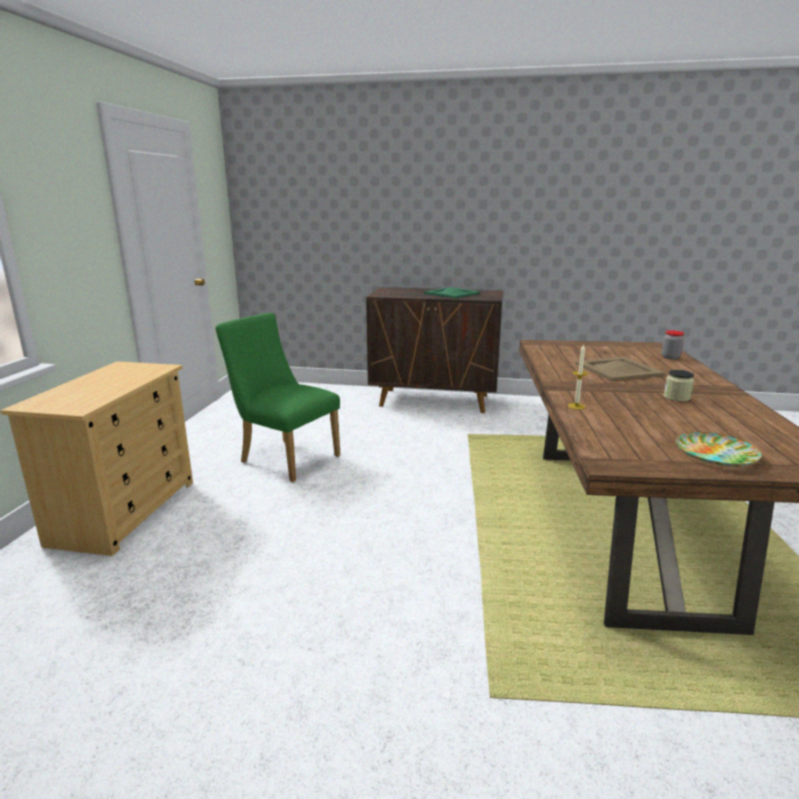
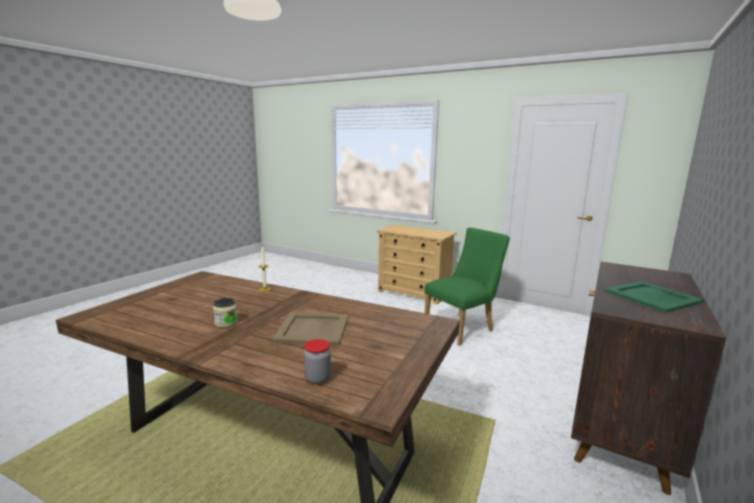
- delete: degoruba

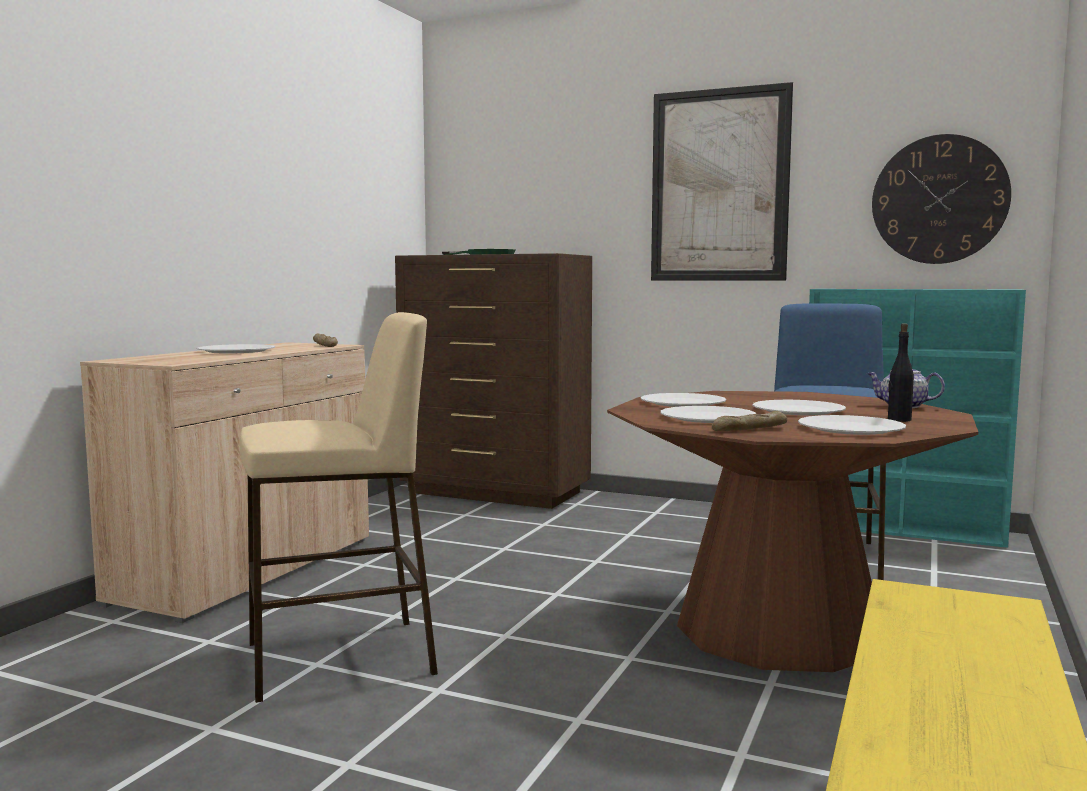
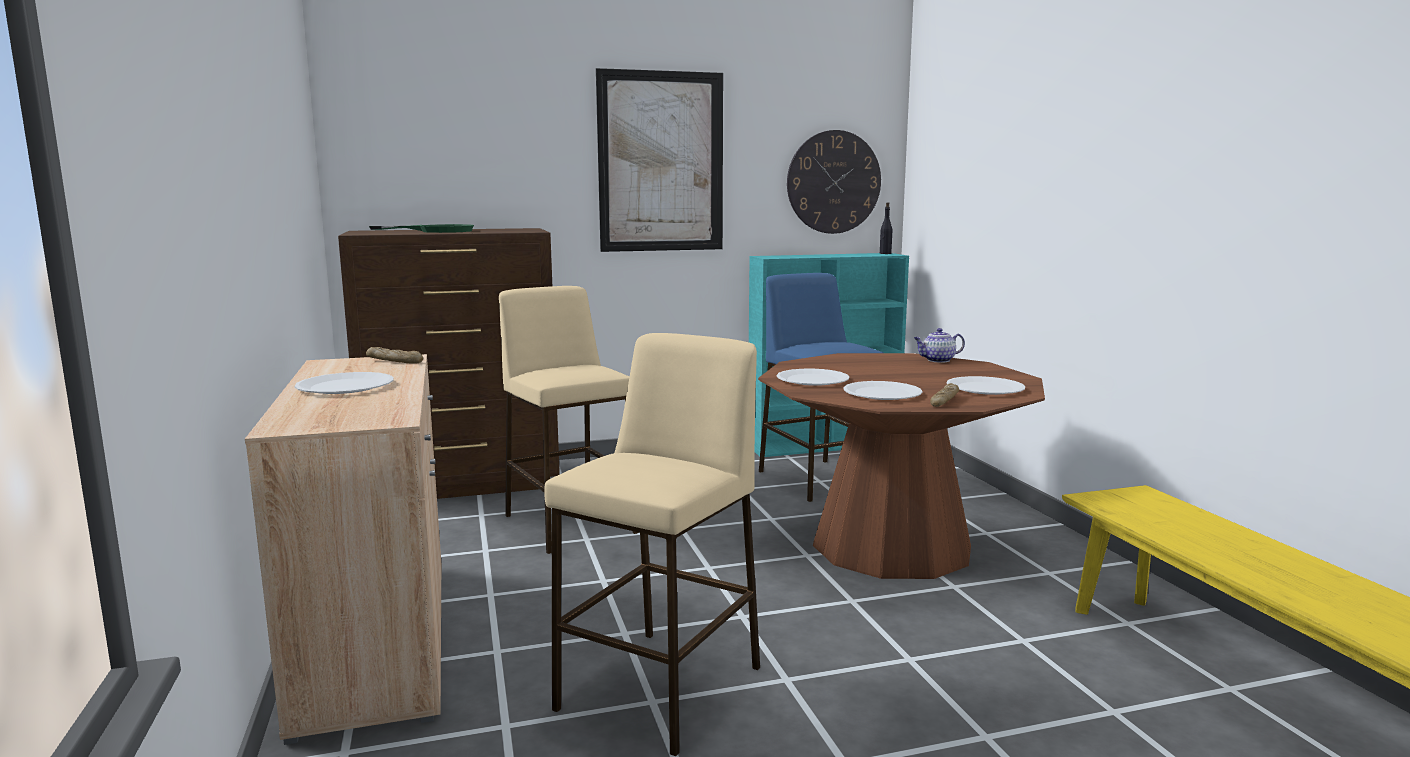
- insert: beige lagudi (1st from left)
- move: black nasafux
- delete: white degoruba (4th from left)

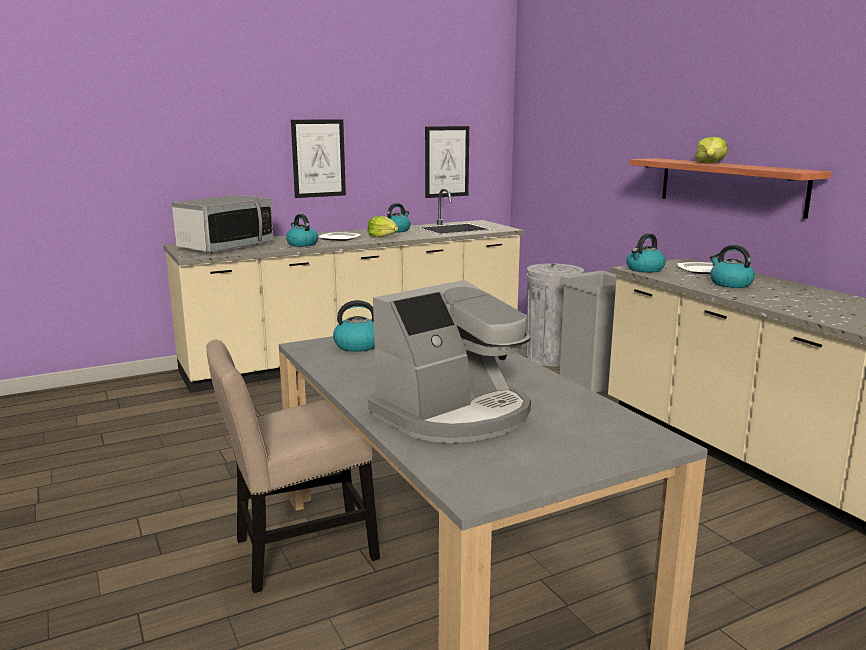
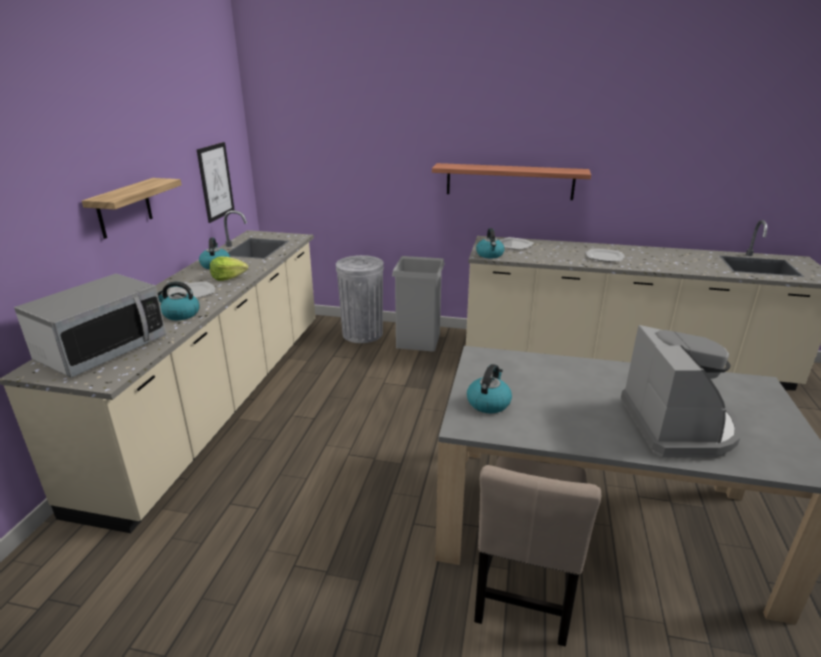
- rotate: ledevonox 45 degrees clockwise
- replace: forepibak (1st from left) to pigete (1st from left)
- insert: degoruba (3rd from left)
- delete: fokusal (2nd from left)
- delete: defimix (5th from left)

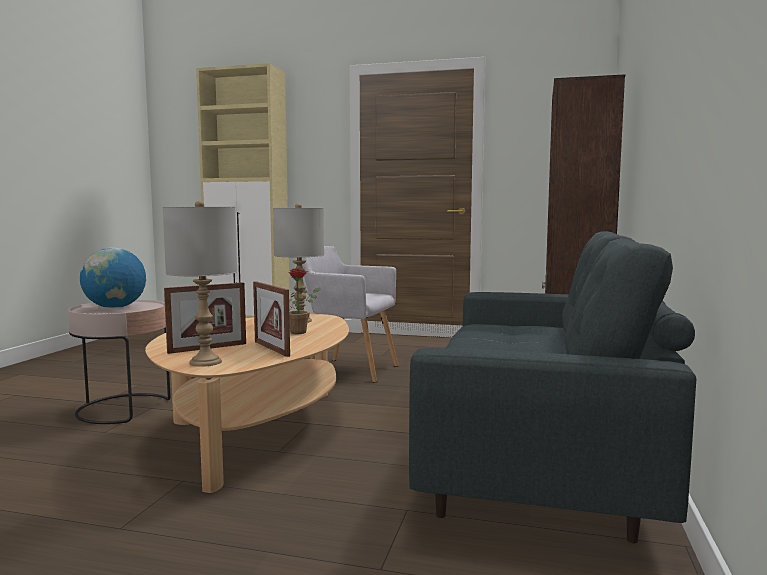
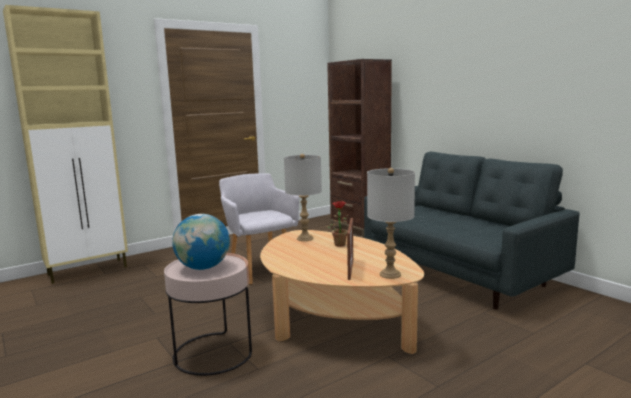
- rotate: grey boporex 90 degrees clockwise
- delete: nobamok (2nd from left)

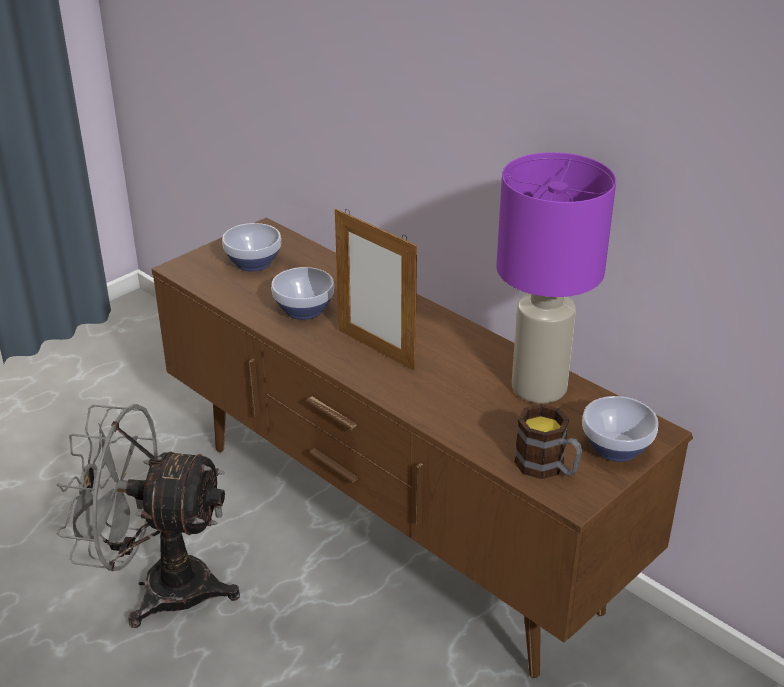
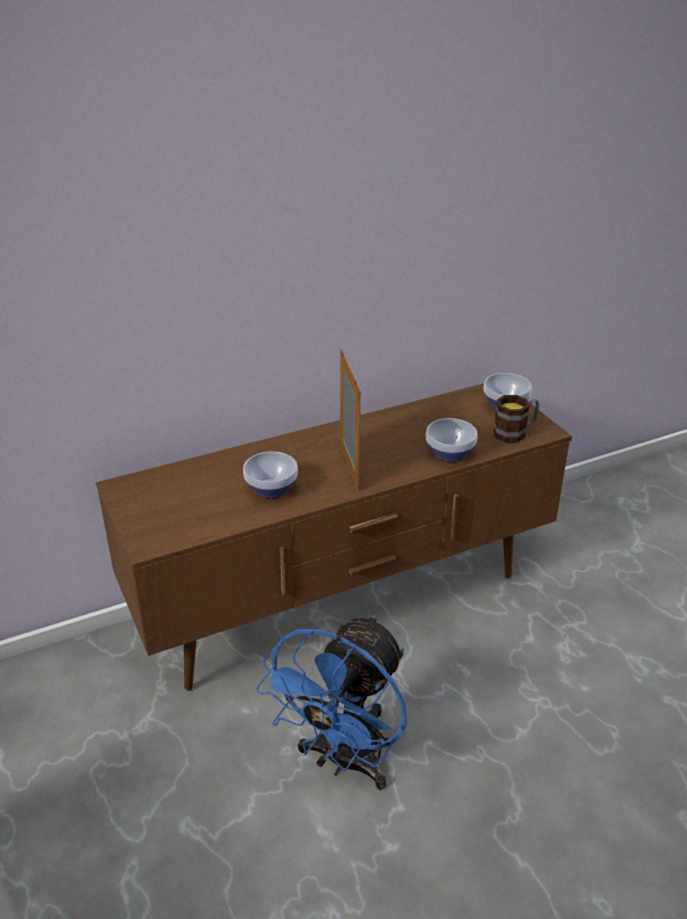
- recolor: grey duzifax to blue duzifax
- rotate: nobamok 75 degrees counterclockwise
- move: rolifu (1st from left in the first image) to rolifu (2nd from left)
- delete: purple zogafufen

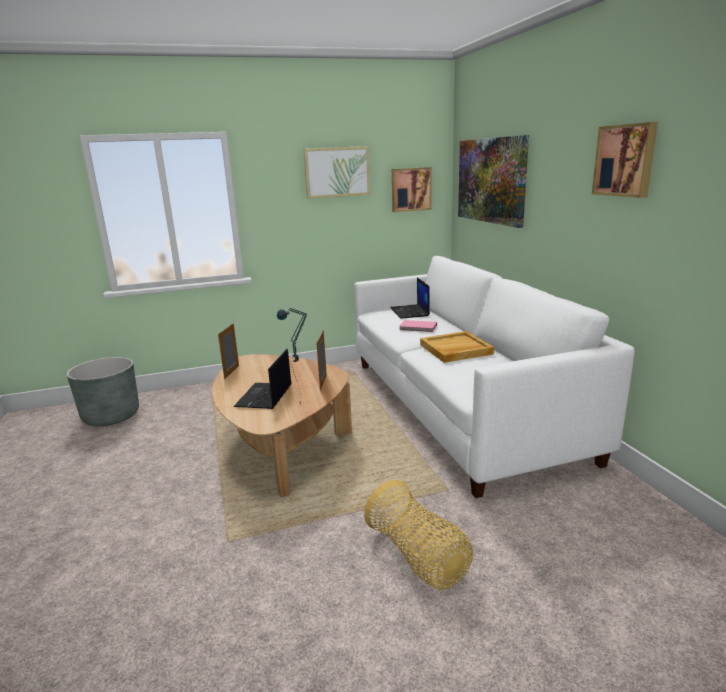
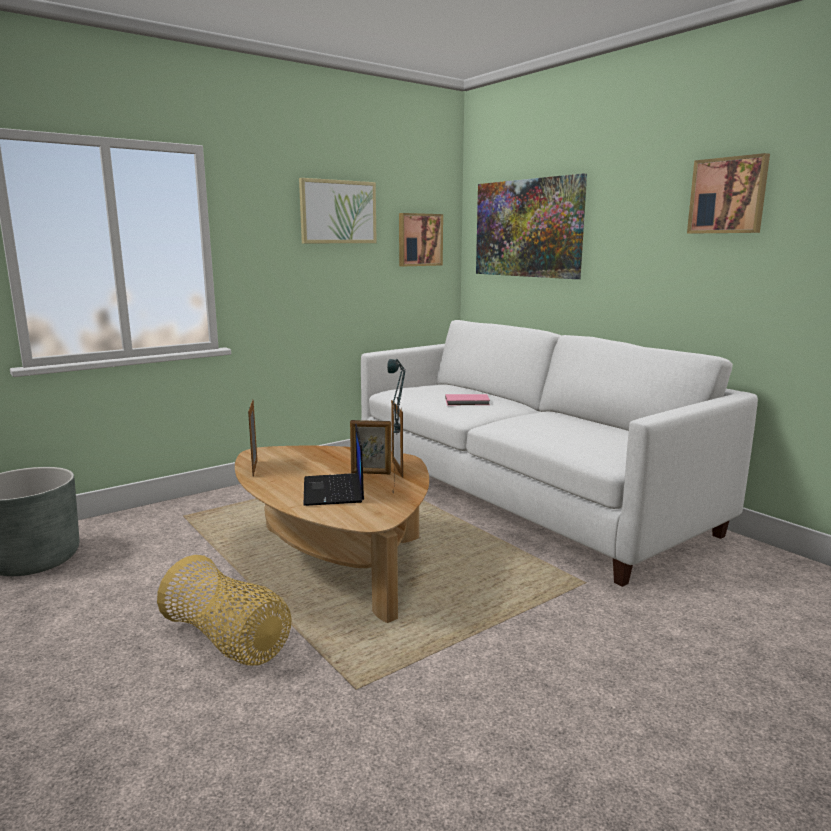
- move: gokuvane
- insert: nobamok (2nd from left)
- delete: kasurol (2nd from left)
- delete: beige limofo

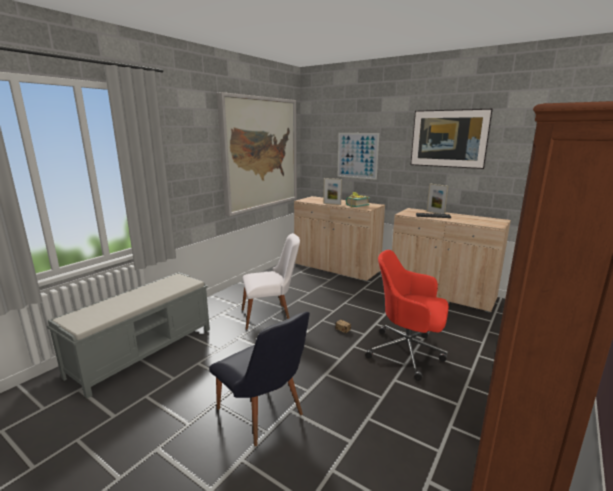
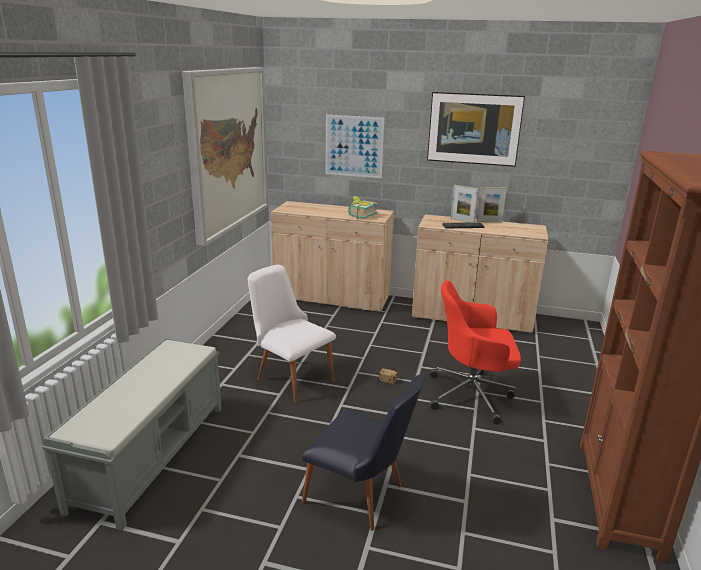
- rotate: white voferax 105 degrees counterclockwise
- move: nobamok (1st from left in the first image) to nobamok (2nd from left)

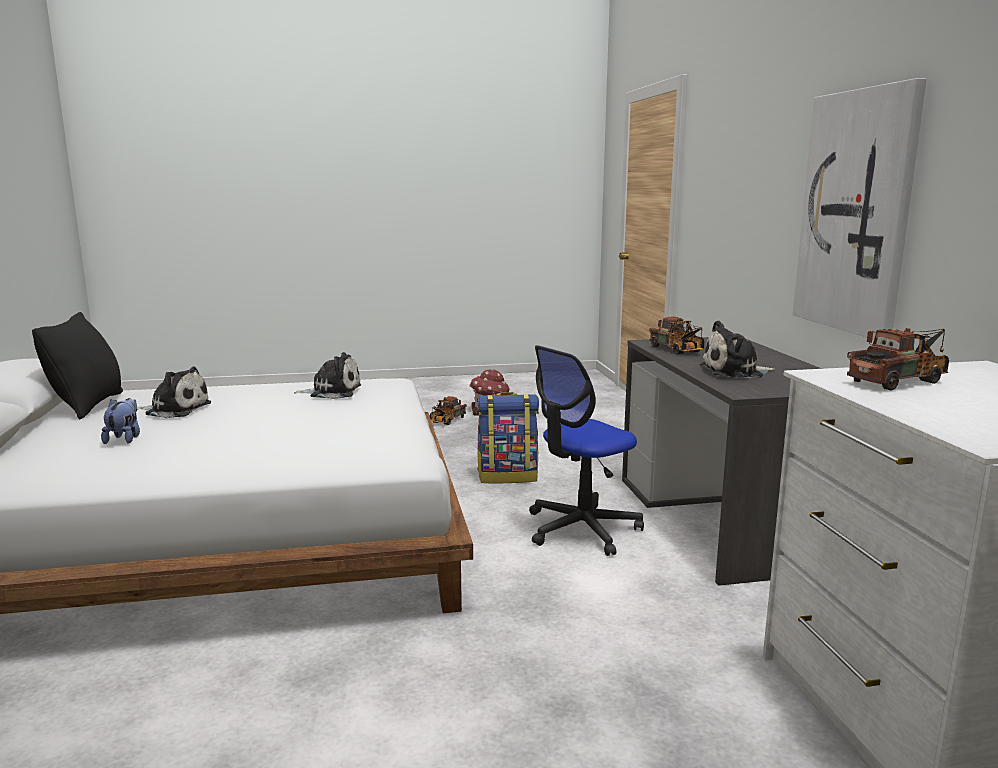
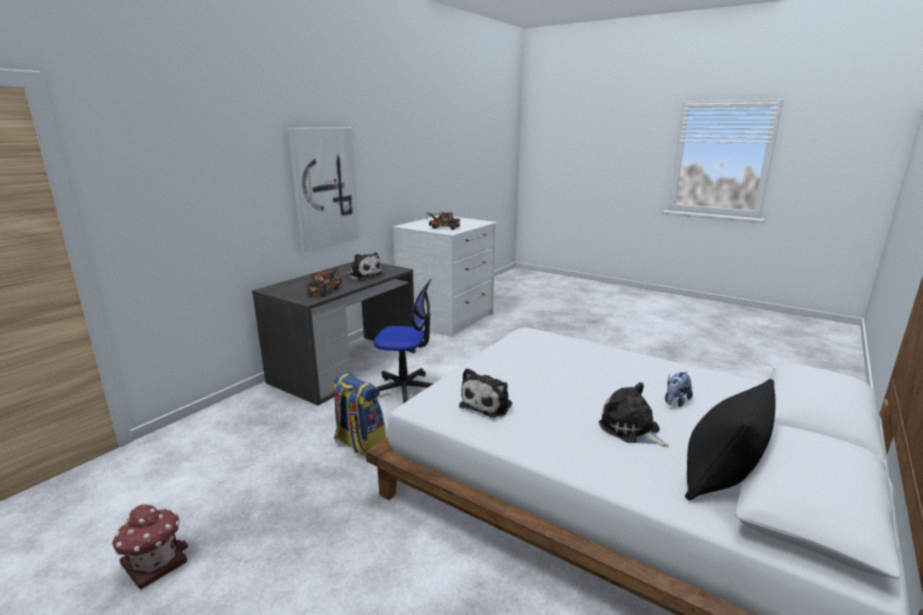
- rotate: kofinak (3rd from left in the first image) 105 degrees counterclockwise
- delete: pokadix (1st from left)

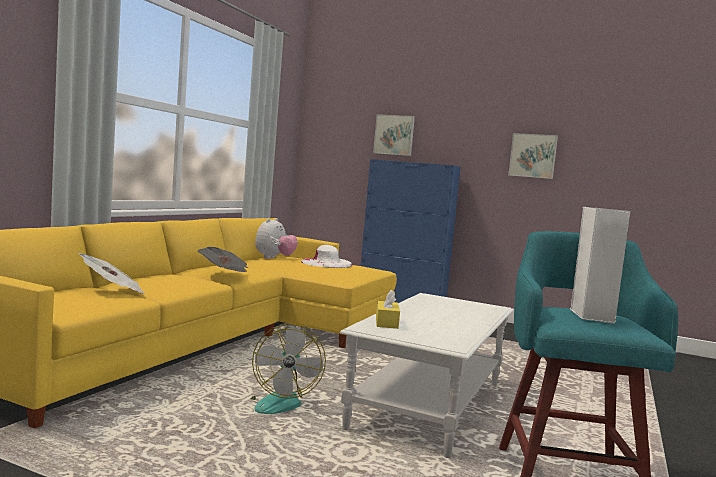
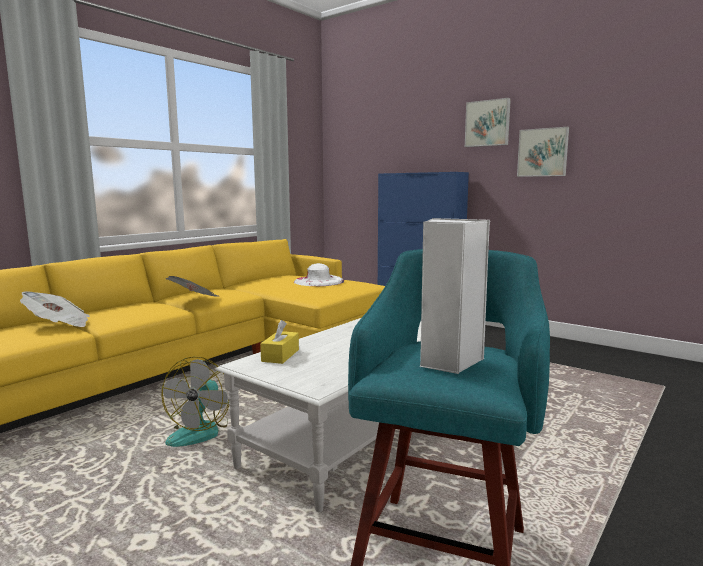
- move: forepibak (1st from left)
- delete: kofinak

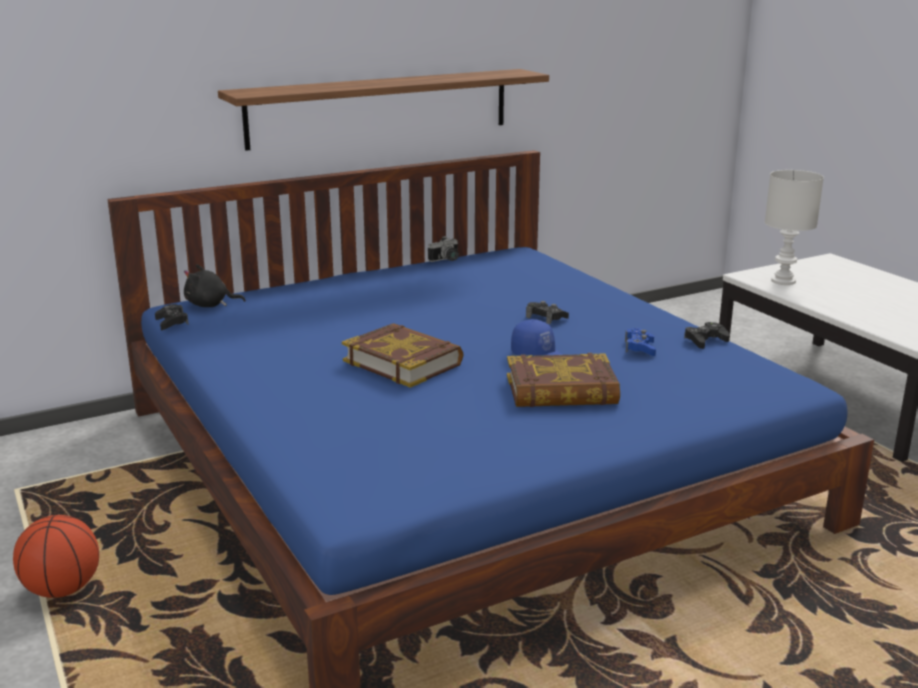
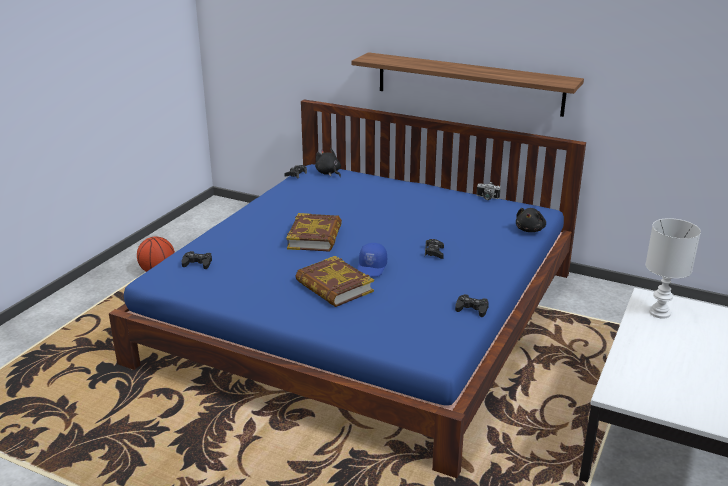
- insert: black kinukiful (1st from left)
- insert: black kofinak (2nd from left)
- delete: blue kinukiful

